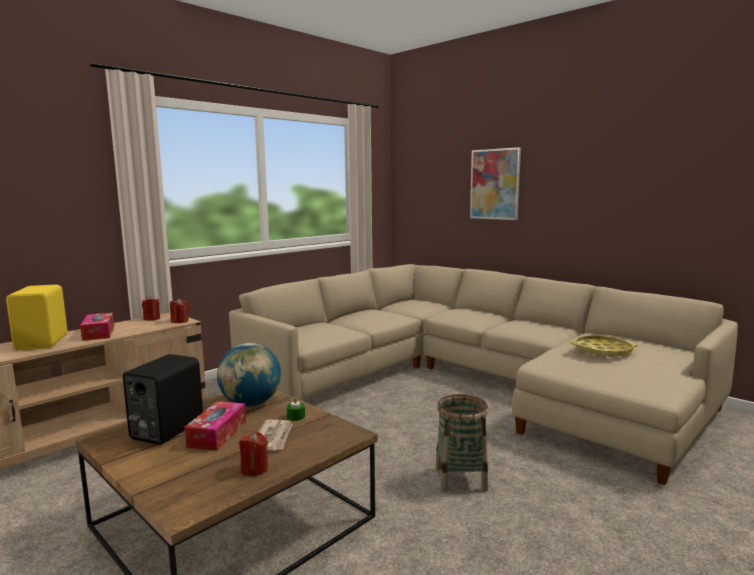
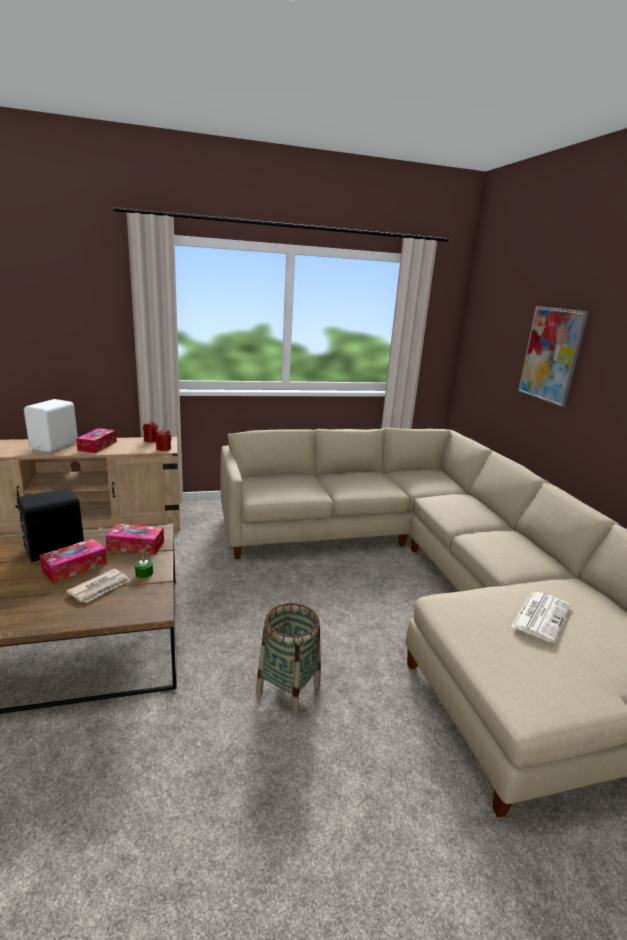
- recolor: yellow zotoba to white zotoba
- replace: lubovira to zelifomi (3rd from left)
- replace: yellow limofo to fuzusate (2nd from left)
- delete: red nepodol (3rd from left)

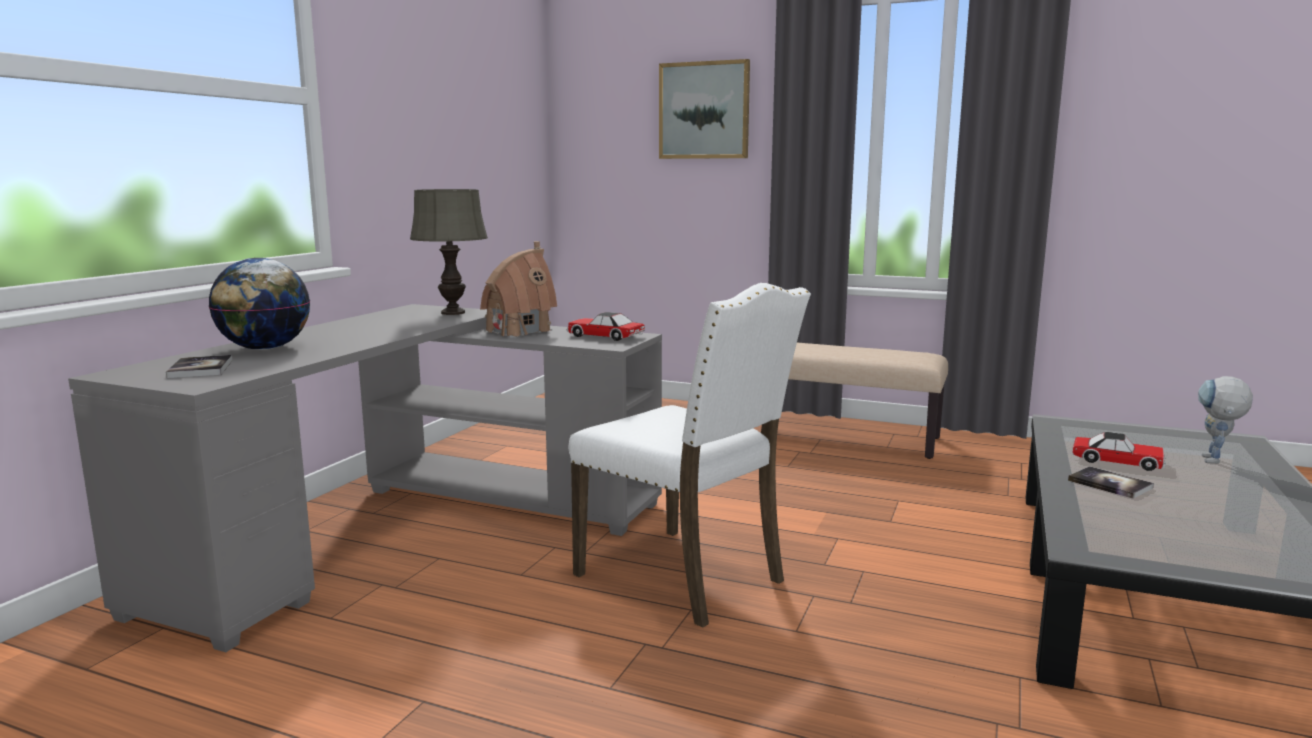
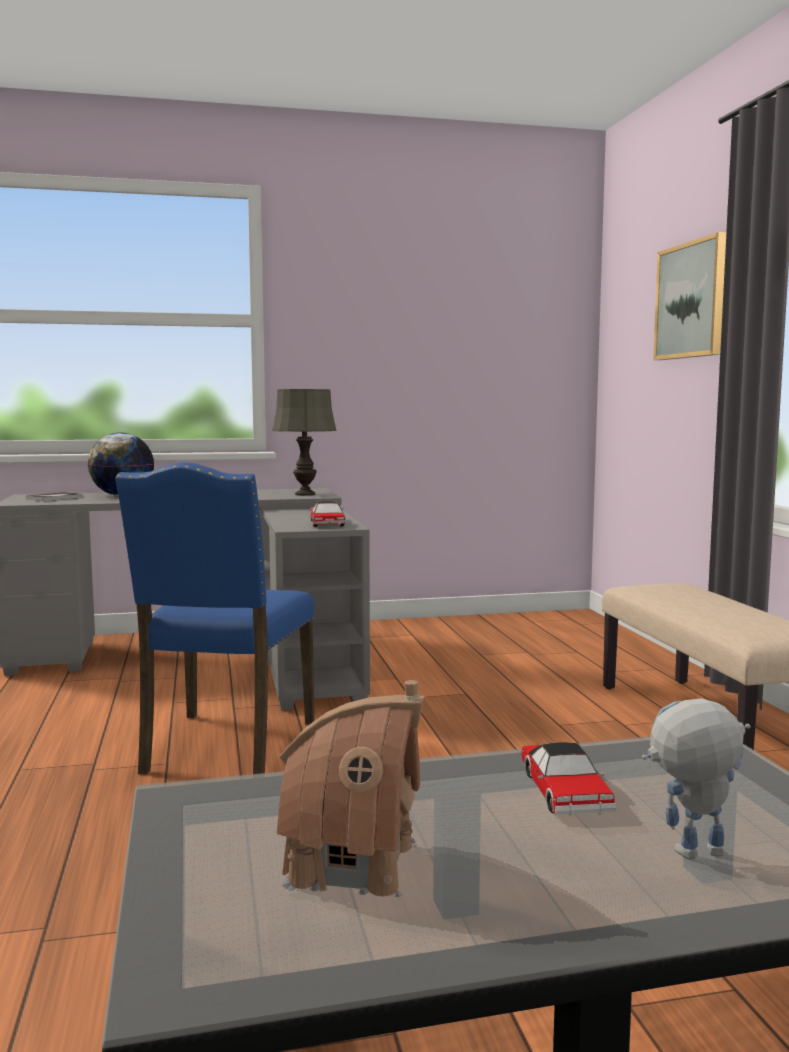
- recolor: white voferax to blue voferax
- move: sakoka
- delete: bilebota (2nd from left)

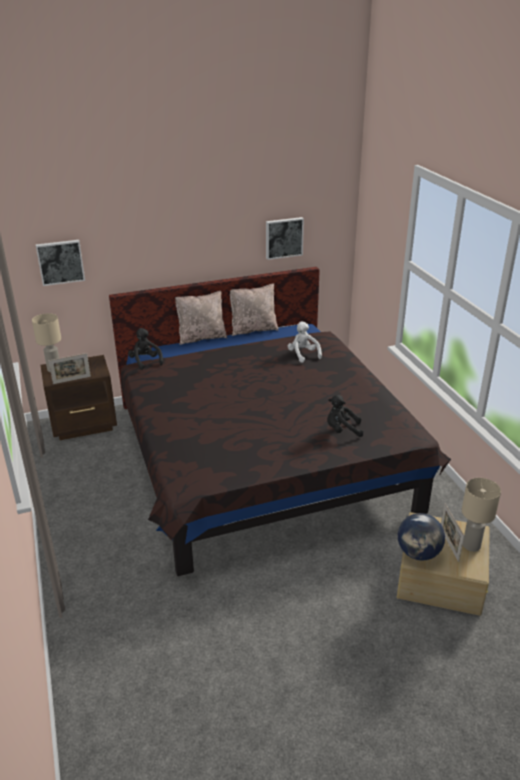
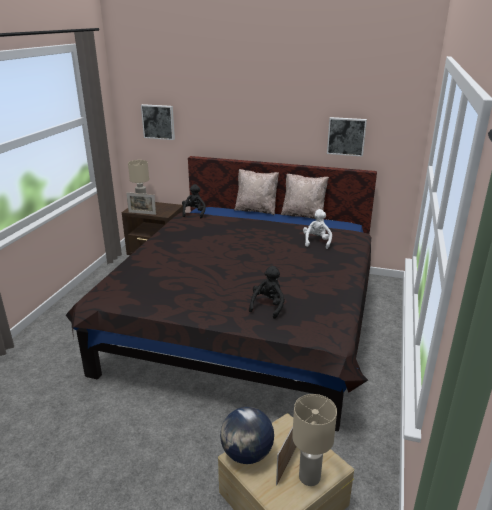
- rotate: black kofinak (2nd from left) 75 degrees clockwise

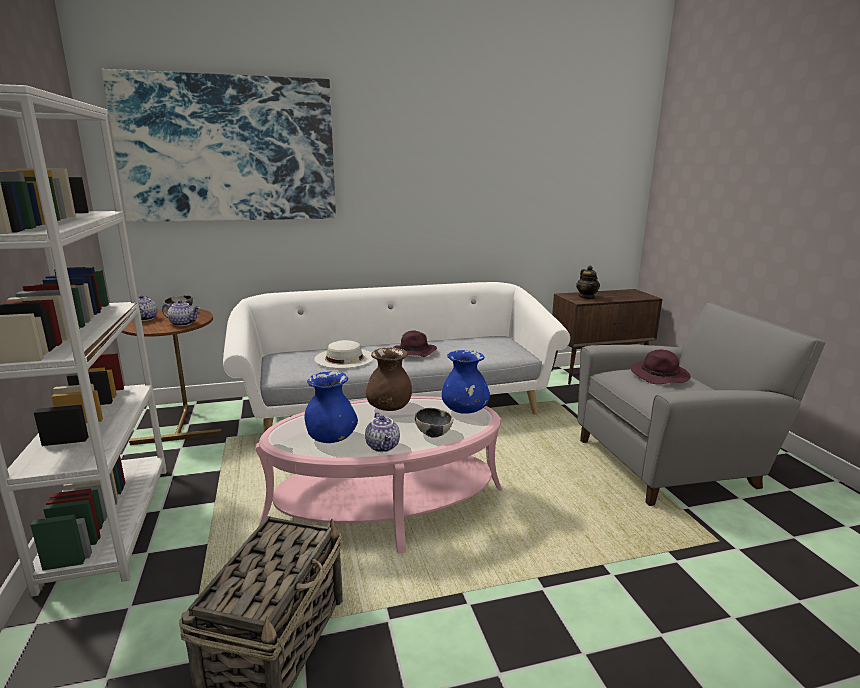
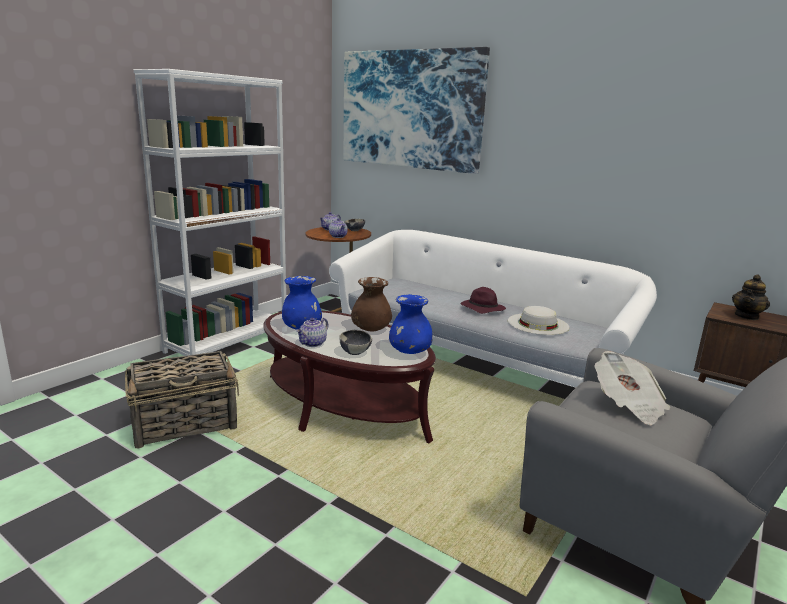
- recolor: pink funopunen to brown funopunen
- move: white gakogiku
- replace: purple gakogiku (2nd from left) to fuzusate

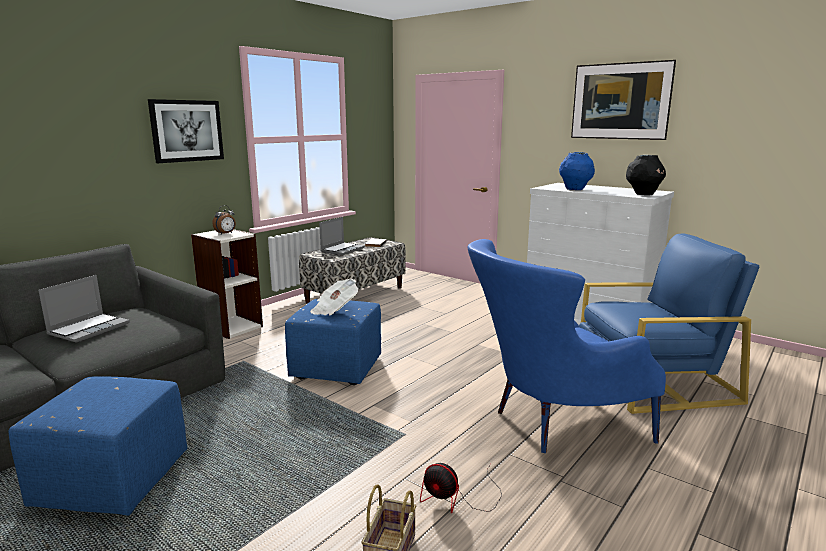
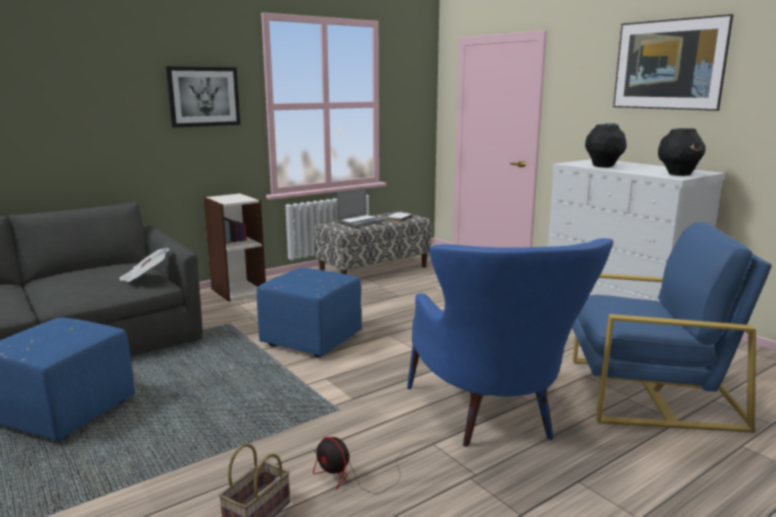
- move: fuzusate
- rotate: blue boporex (1st from left) 90 degrees counterclockwise
- recolor: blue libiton to black libiton (1st from left)
- delete: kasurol (1st from left)
- delete: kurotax

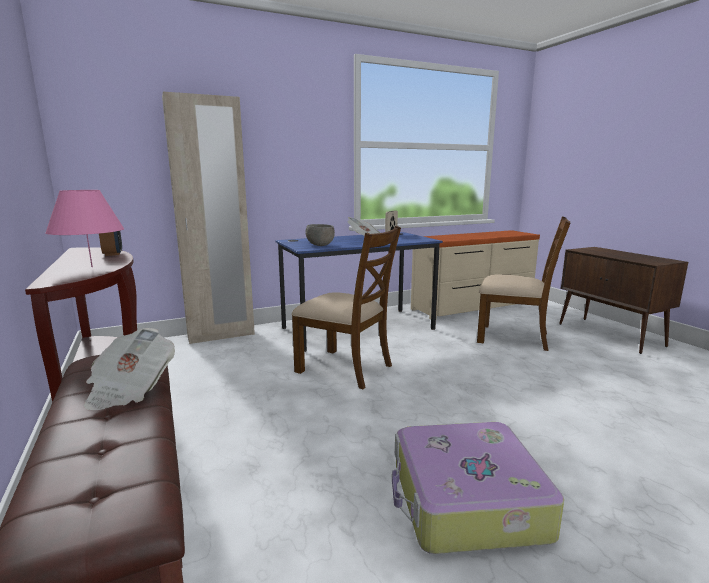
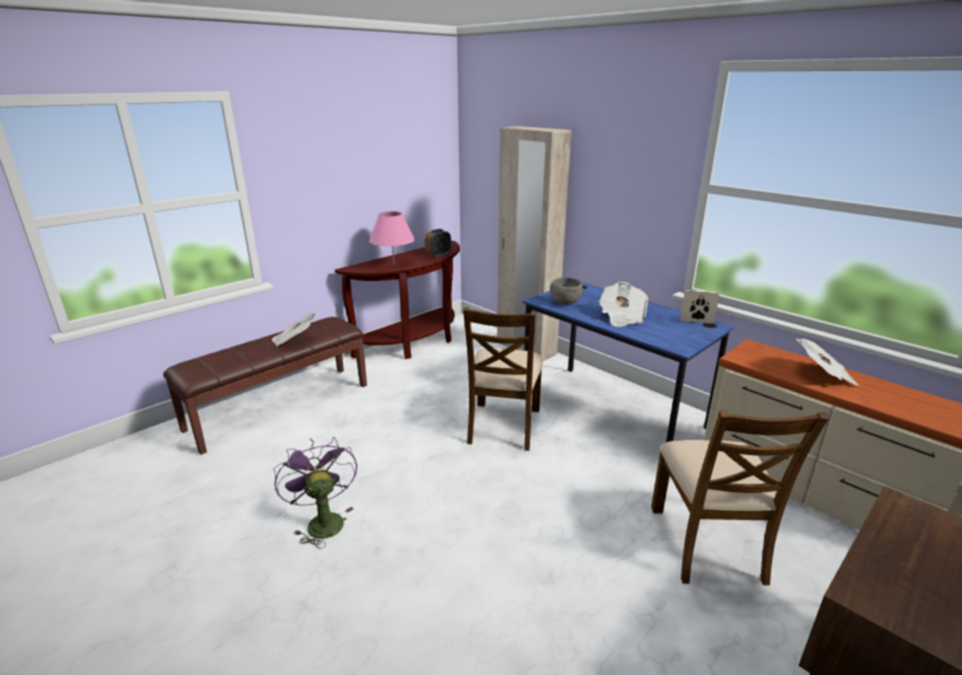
- replace: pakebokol to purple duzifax
- insert: fuzusate (3rd from left)

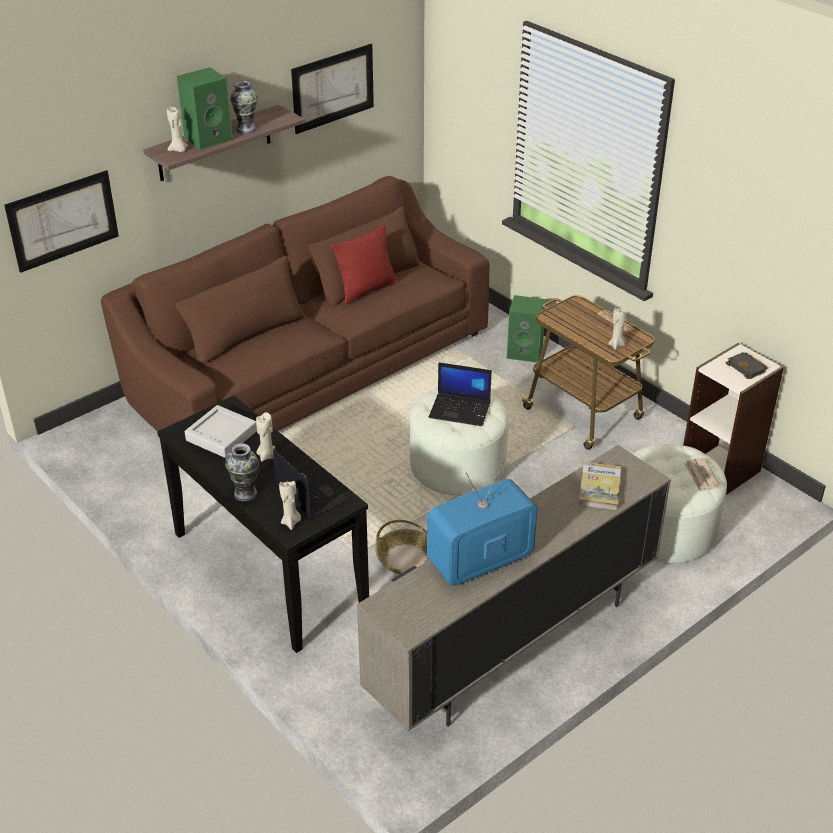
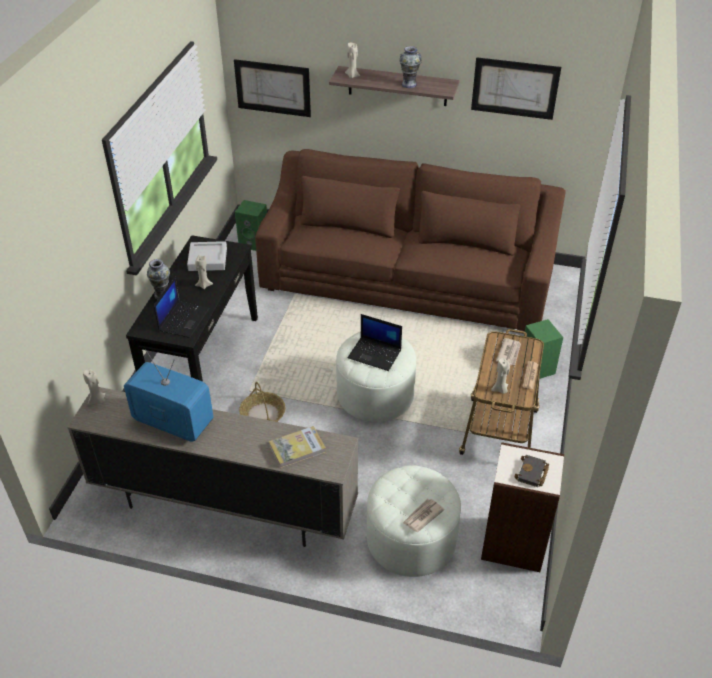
- move: beige nepodol (3rd from left in the first image) to beige nepodol (1st from left)
- move: green zotoba (1st from left)
- rotate: kasurol (2nd from left) 45 degrees counterclockwise
- insert: fuzusate (2nd from left)
- delete: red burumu

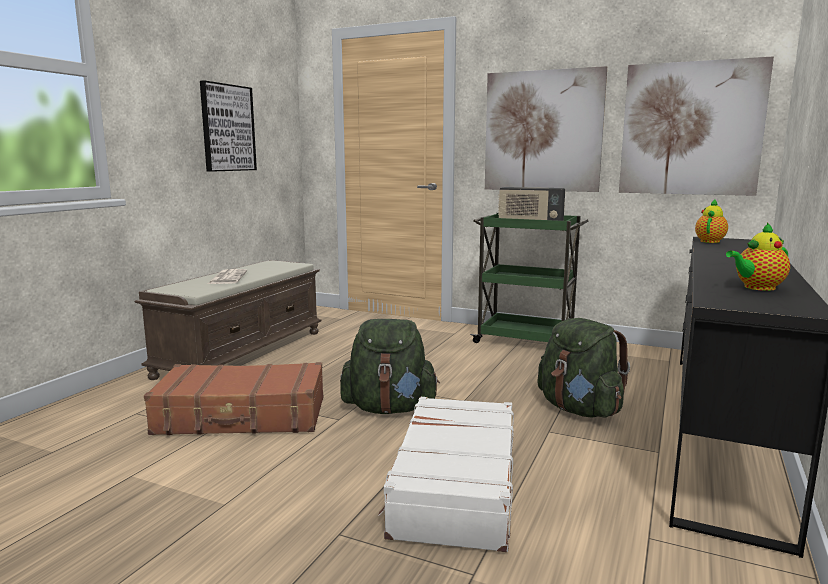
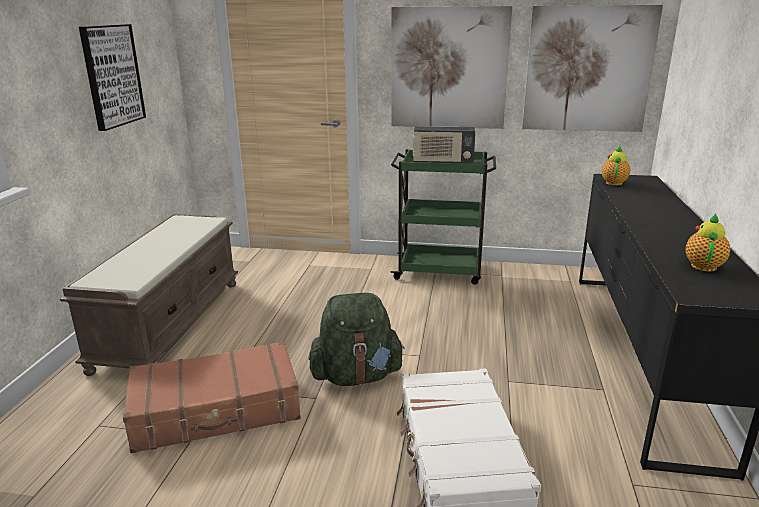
- rotate: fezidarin (2nd from left) 150 degrees clockwise
- delete: fuzusate
- delete: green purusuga (2nd from left)

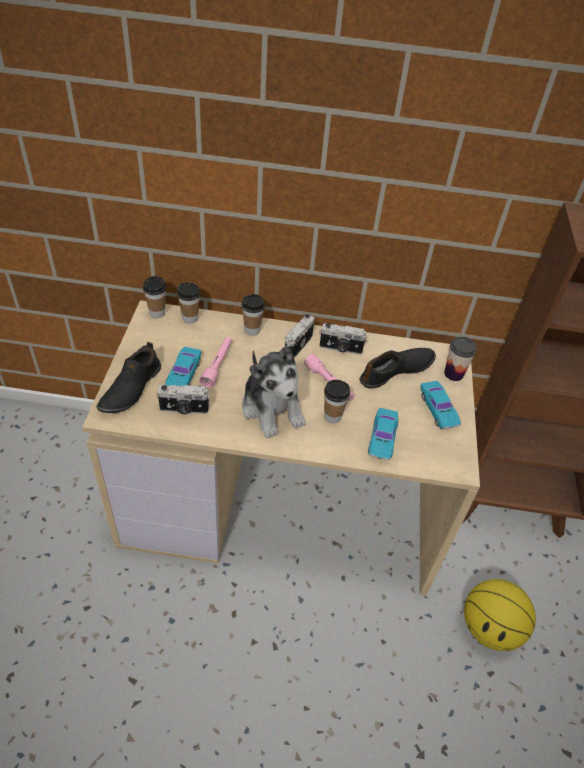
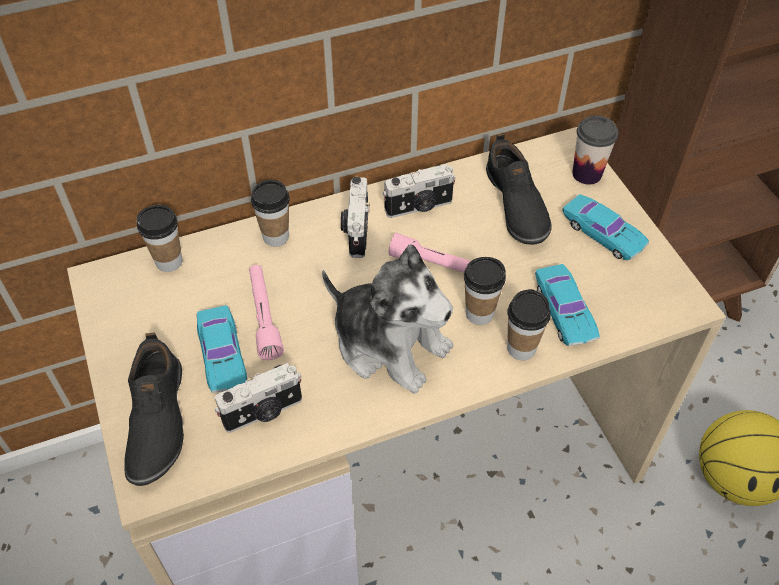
- rotate: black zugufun (2nd from left) 135 degrees clockwise
- move: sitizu (1st from left in the first image) to sitizu (4th from left)

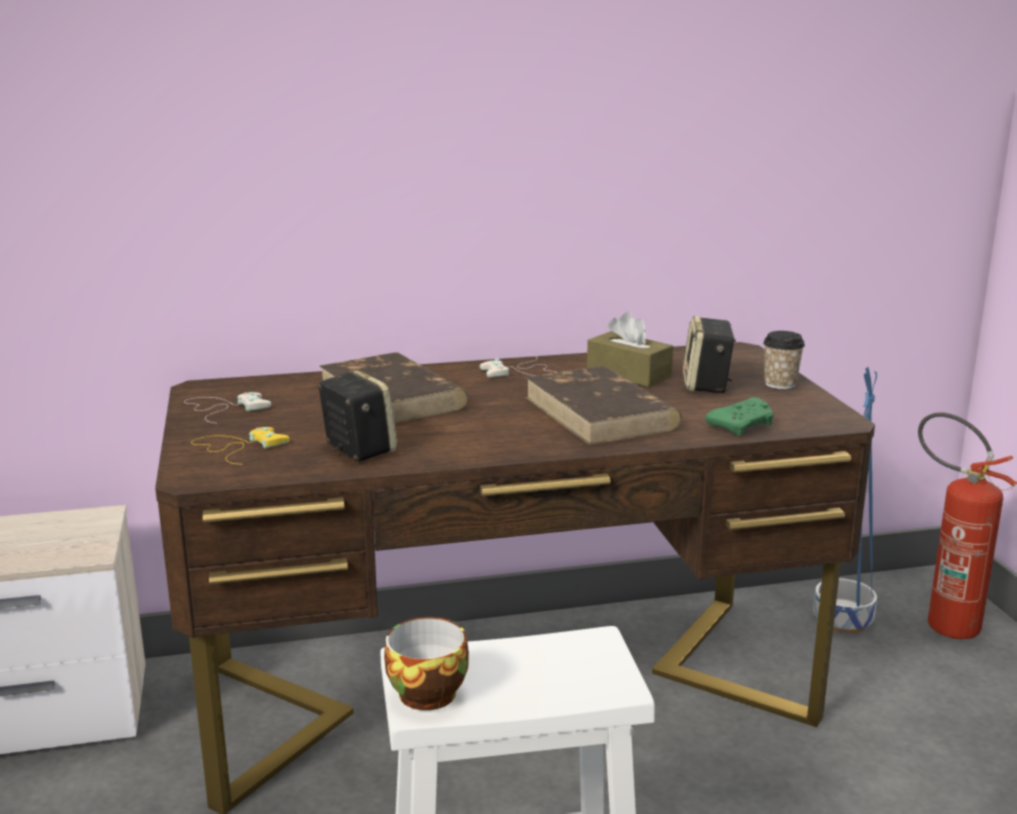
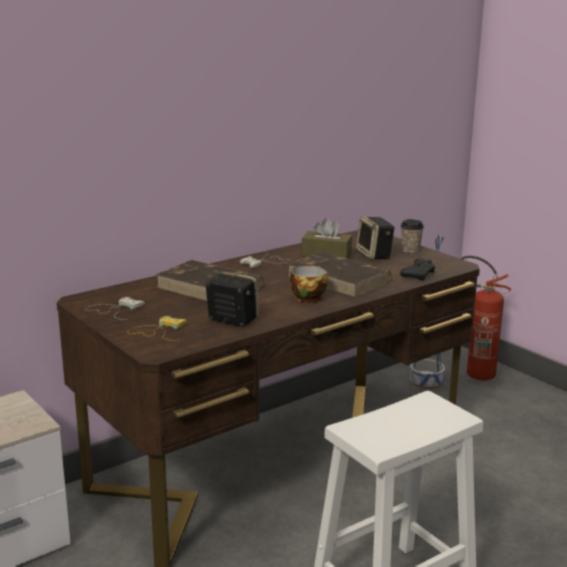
- move: sitizu (1st from left)
- recolor: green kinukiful to black kinukiful

